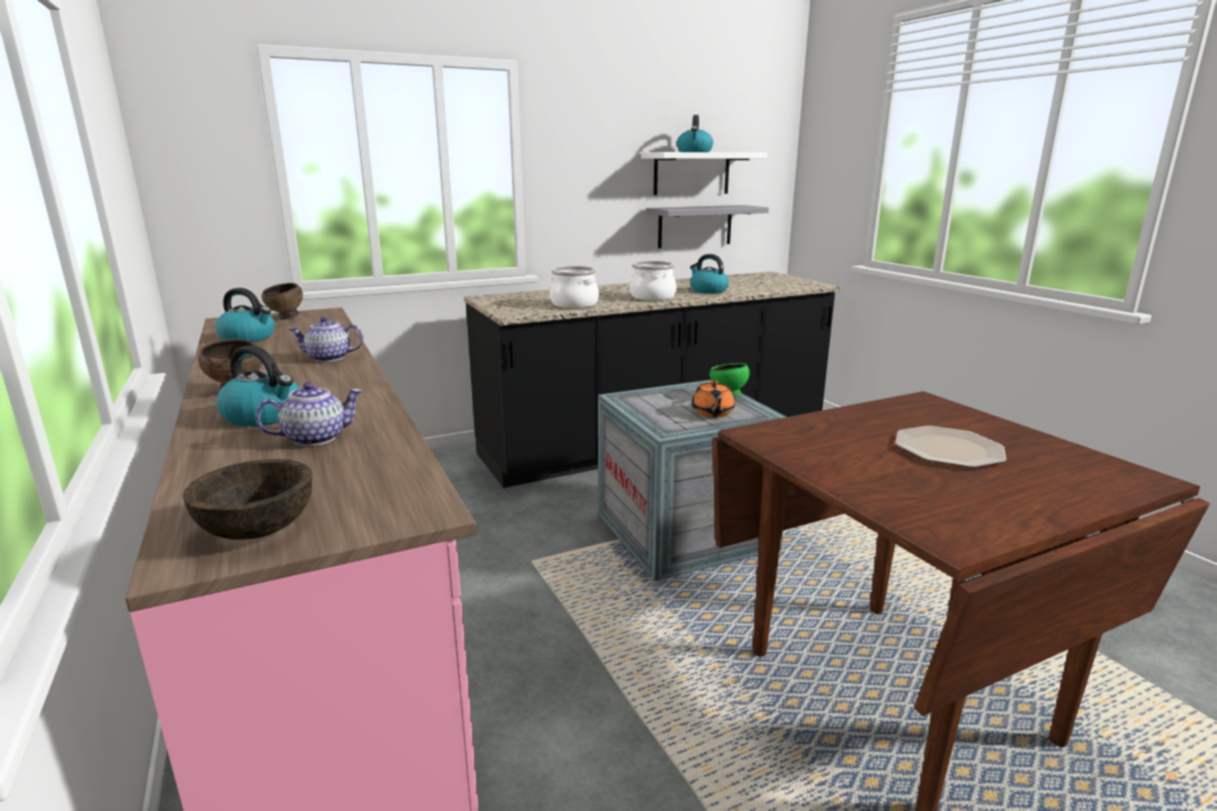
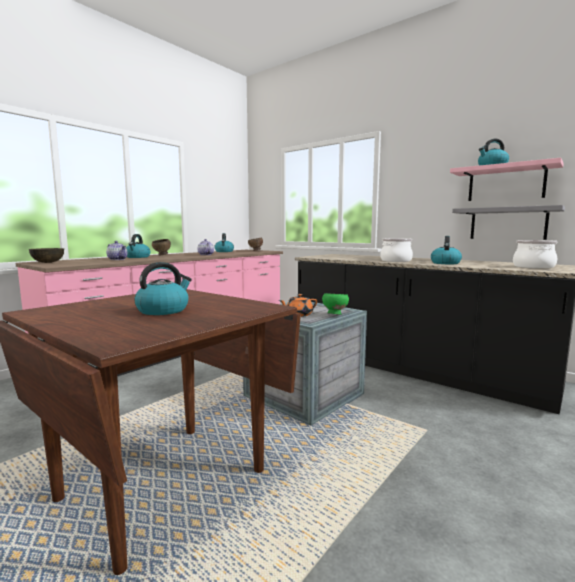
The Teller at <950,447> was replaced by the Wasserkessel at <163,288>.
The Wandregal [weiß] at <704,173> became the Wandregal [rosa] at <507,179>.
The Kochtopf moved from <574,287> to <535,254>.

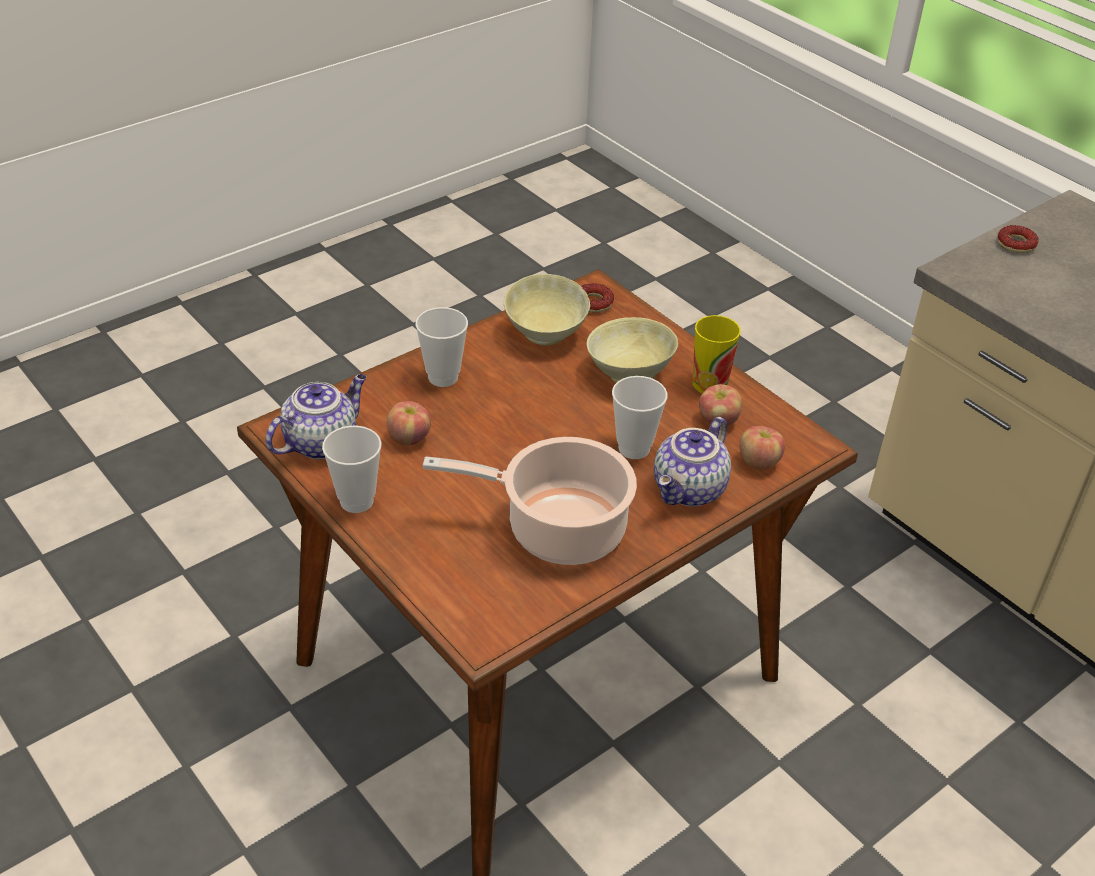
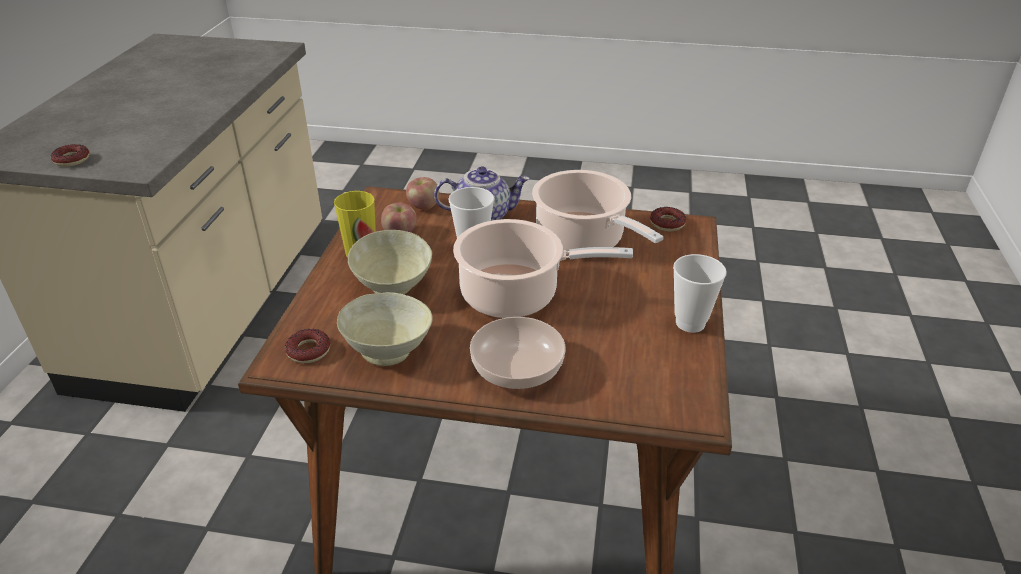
The Kochtopf at <543,268> appeared.
The Tasse at <441,347> was replaced by the Schüssel at <517,353>.
The Donut at <668,219> appeared.
The Teekanne at <316,416> disappeared.
The Apfel at <409,423> disappeared.

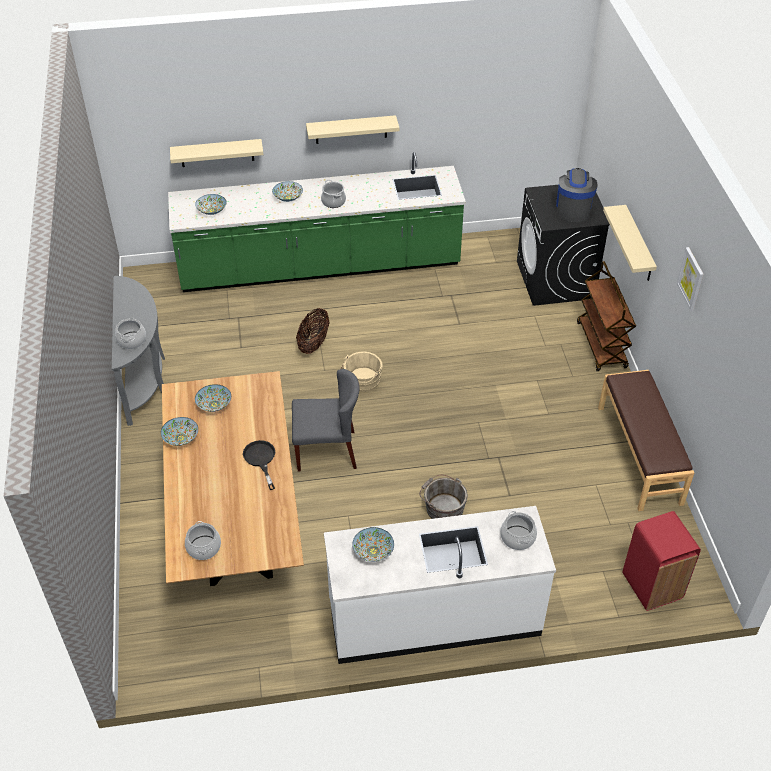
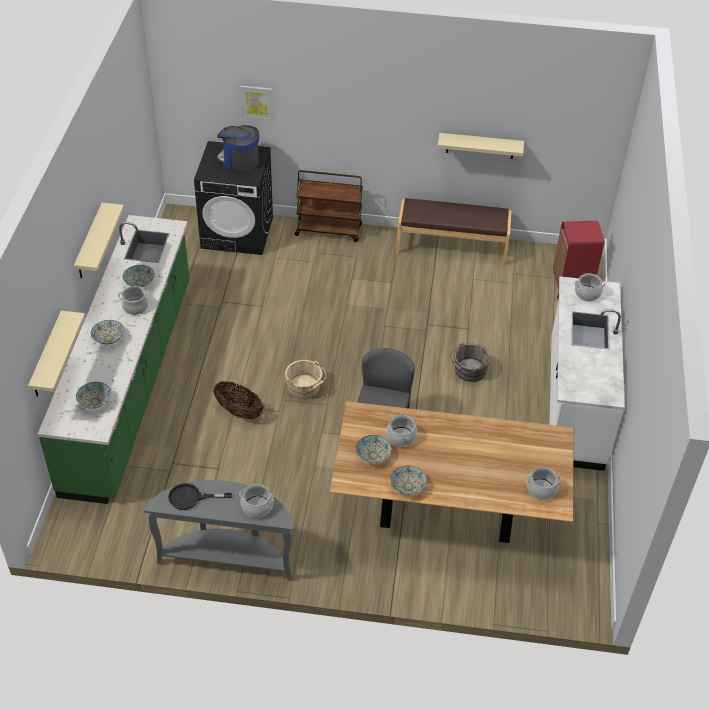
The Schüssel moved from <373,544> to <139,276>.
The Pfanne [schwarz] moved from <259,465> to <200,496>.
The Bild moved from <690,279> to <256,103>.
The Kochtopf at <402,430> appeared.
The Wandregal [beige] moved from <630,243> to <480,146>.

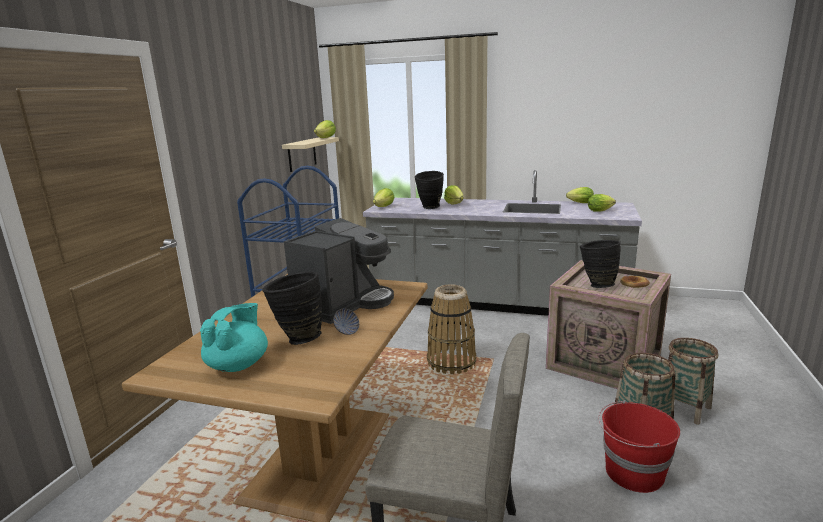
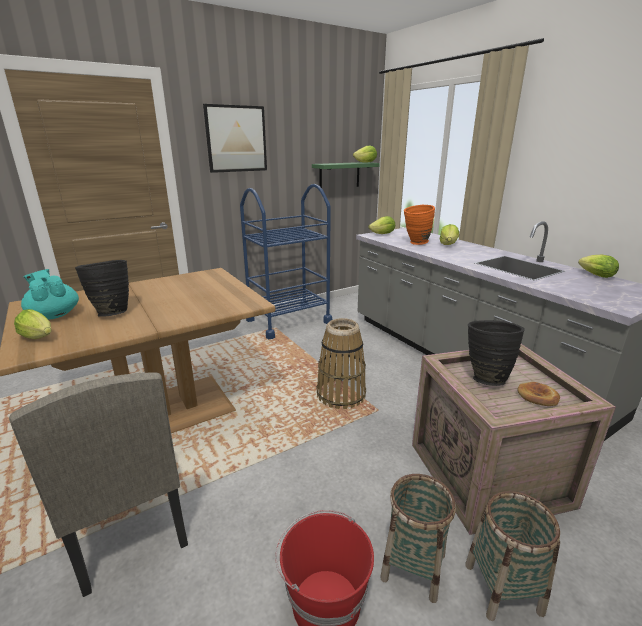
The Salatkopf moved from <602,203> to <33,324>.
The Teekanne [türkis] at <234,337> turned 105 degrees counterclockwise.
The Bild at <235,138> appeared.
The Wandregal [beige] at <310,154> became the Wandregal [grün] at <346,175>.
The Vase [schwarz] at <429,190> became the Vase [orange] at <419,225>.
The Kaffeemaschine at <339,271> disappeared.
The Schüssel at <346,322> disappeared.

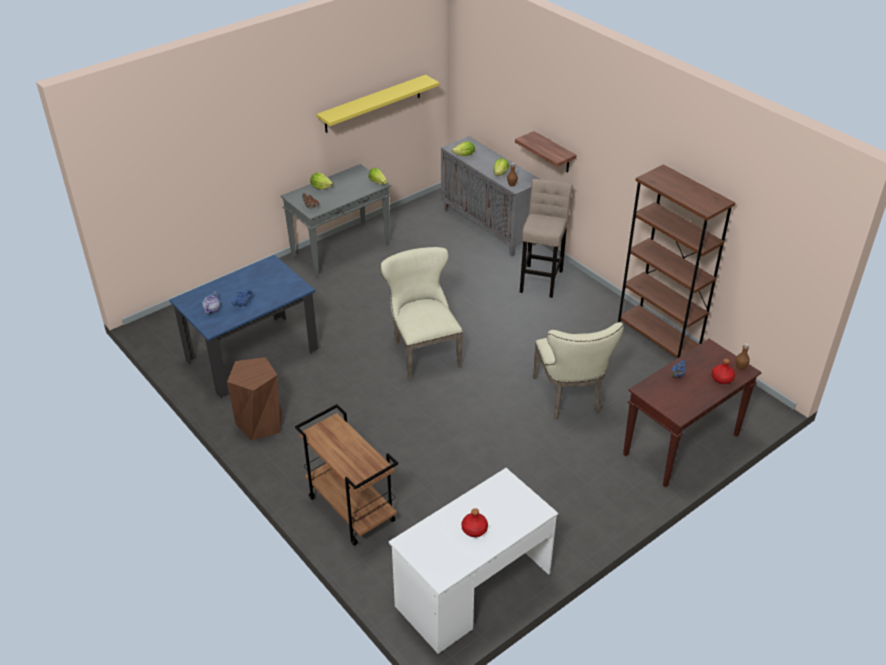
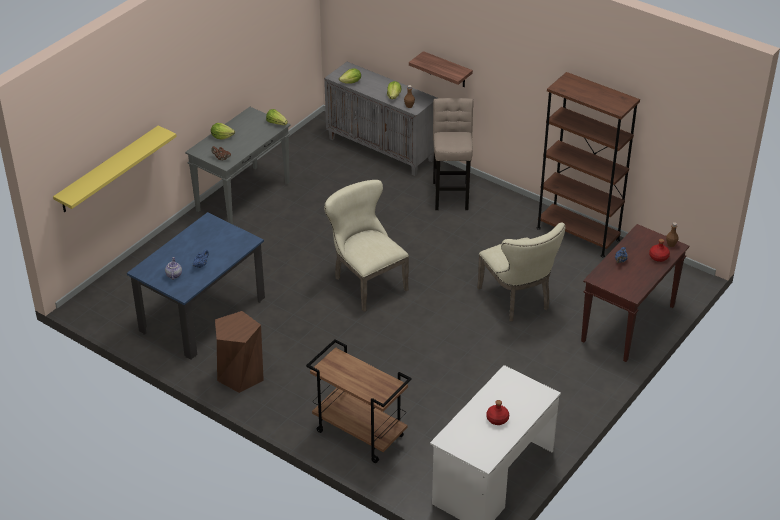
The Wandregal [gelb] moved from <377,104> to <115,169>.

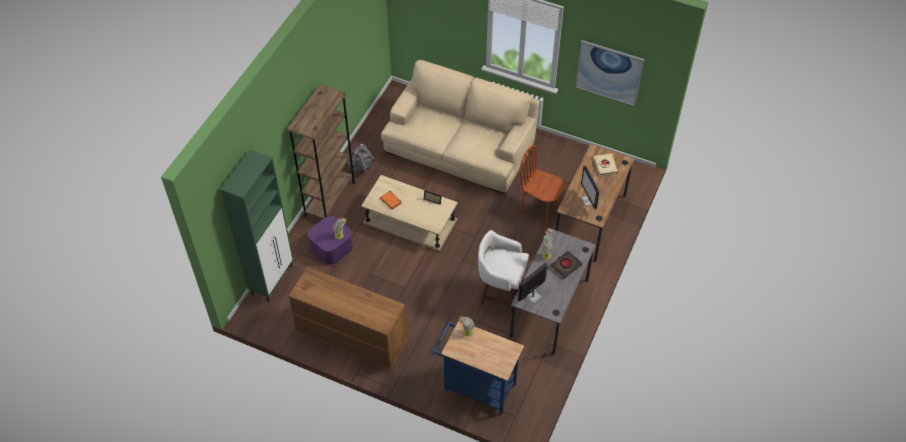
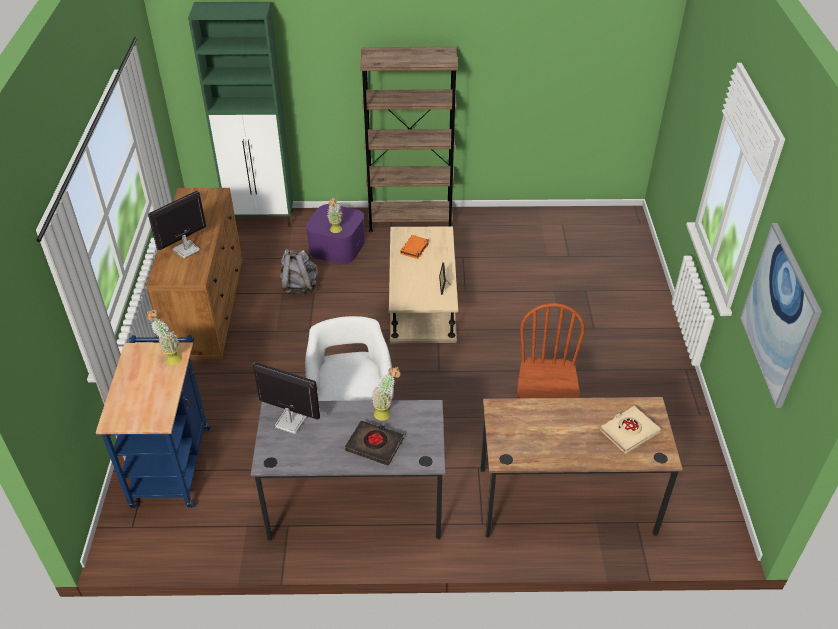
The Monitor moved from <590,187> to <177,224>.
The Rucksack [grau] moved from <361,159> to <299,271>.
The Sofa [beige] at <460,127> disappeared.

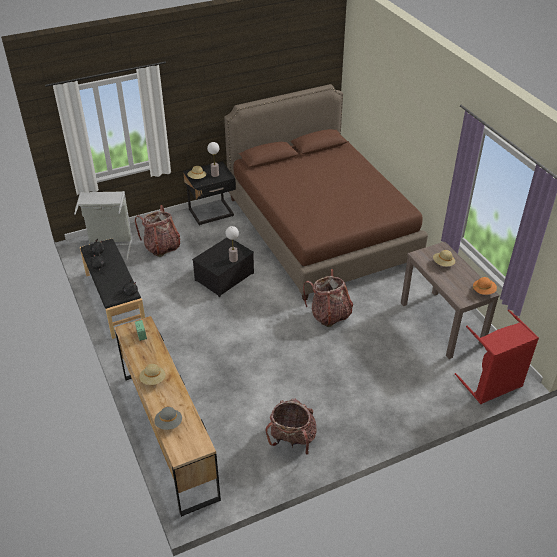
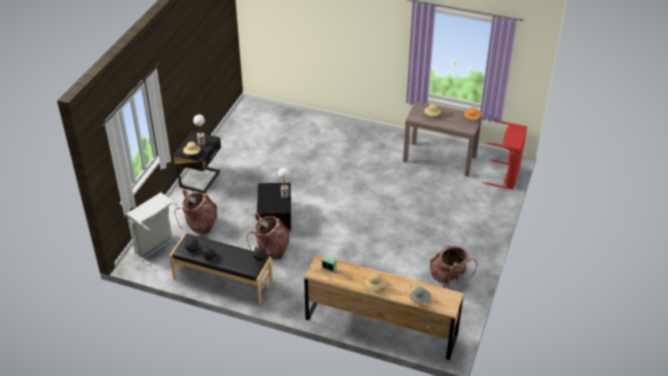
The Rucksack moved from <328,298> to <268,236>.
The Bett [braun] at <326,192> disappeared.

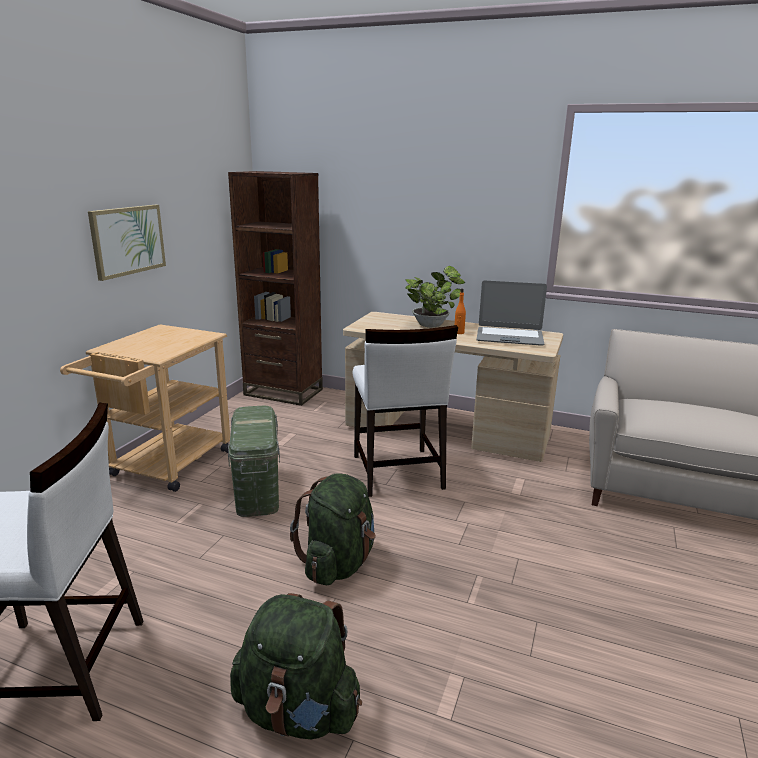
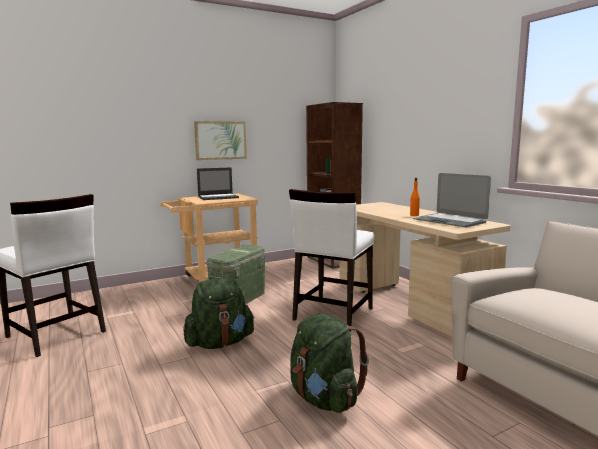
The Laptop at <218,183> appeared.
The Rucksack [grün] moved from <296,666> to <329,363>.
The Topfpflanze at <435,297> disappeared.

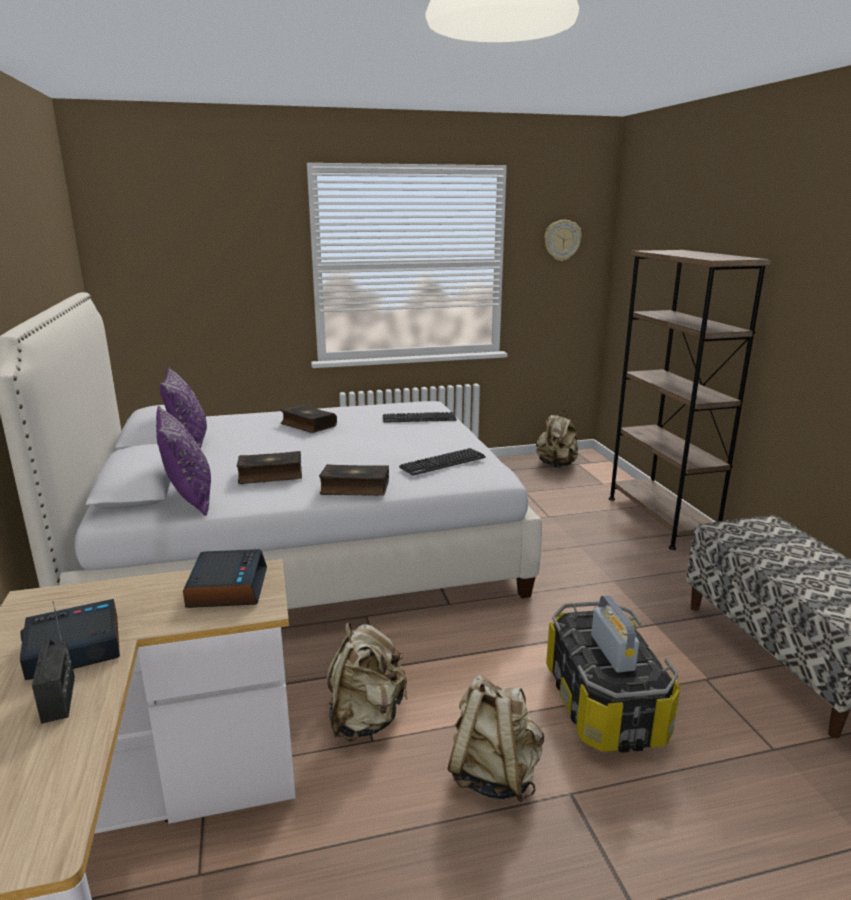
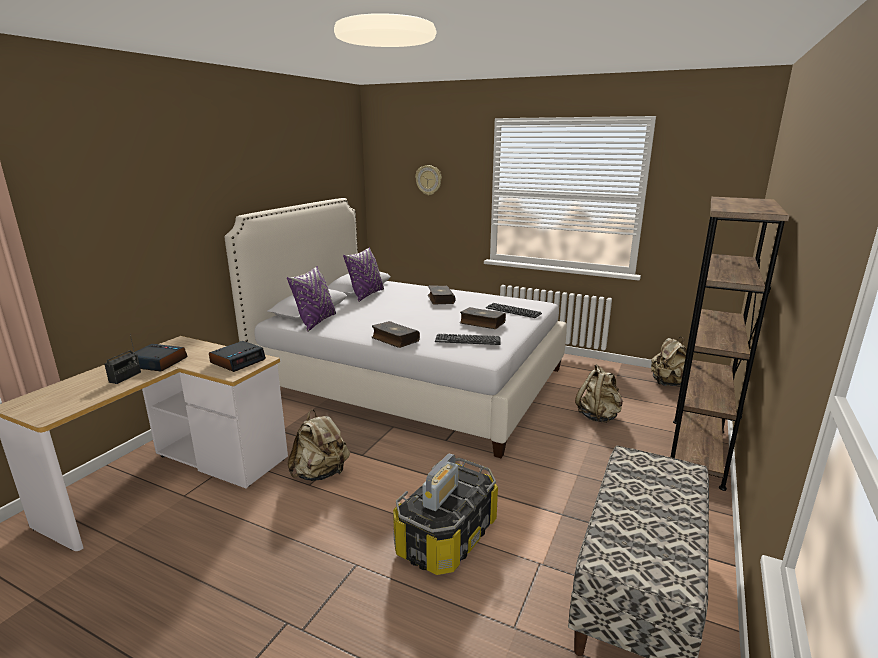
The Wanduhr moved from <563,240> to <428,180>.
The Buch moved from <269,467> to <483,318>.
The Rucksack [beige] moved from <496,738> to <599,393>.

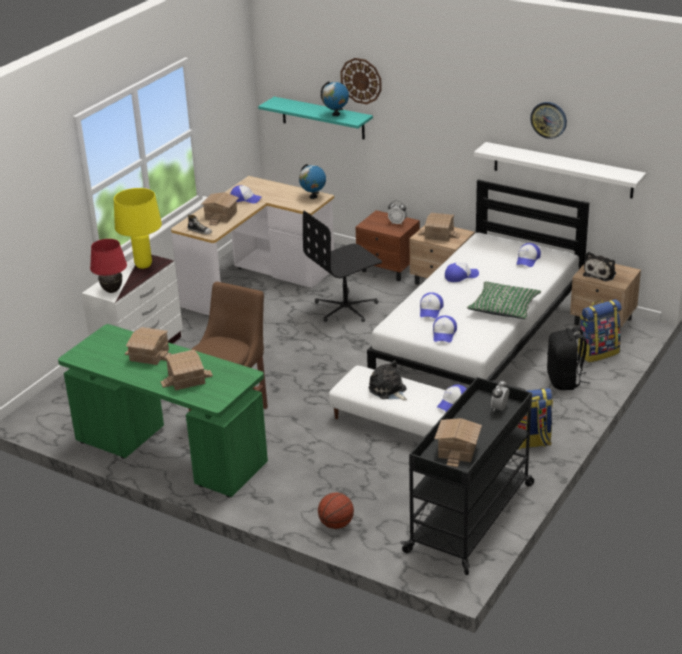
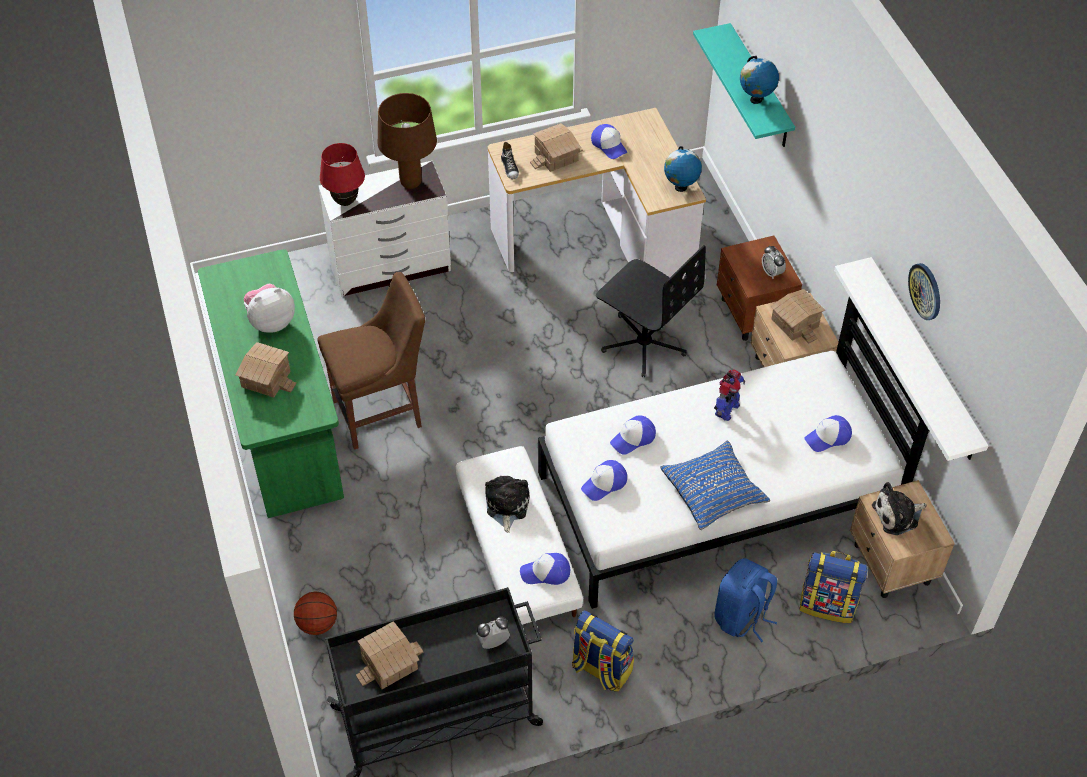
The Spielzeughaus at <148,346> was replaced by the Plüschtier at <269,308>.
The Tischlampe [gelb] at <138,228> became the Tischlampe [braun] at <407,141>.
The Bürostuhl [schwarz] at <342,266> turned 150 degrees counterclockwise.
The Kissen [grün] at <504,300> became the Kissen [blau] at <715,485>.
The Kappe at <462,272> was replaced by the Spielzeugroboter at <729,395>.
The Rucksack [schwarz] at <569,358> became the Rucksack [blau] at <745,600>.
The Wanduhr at <361,81> disappeared.

